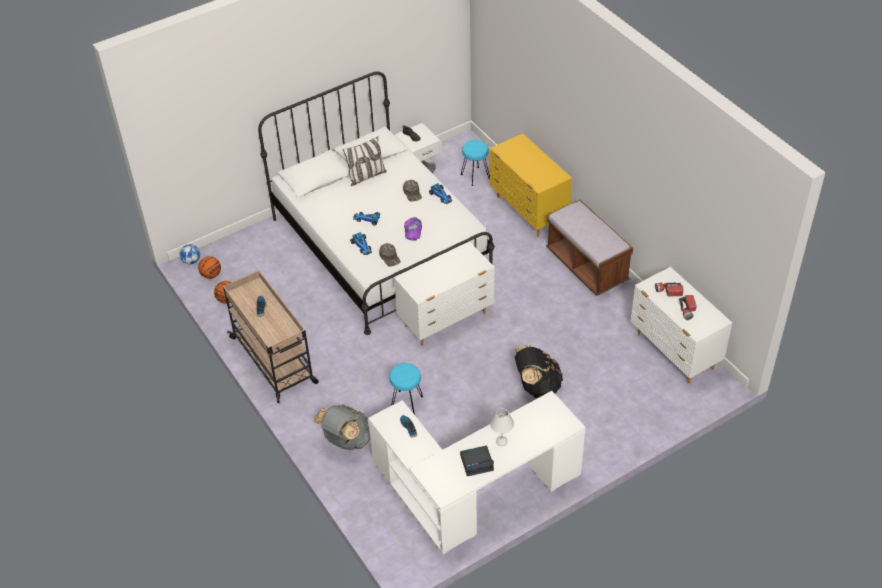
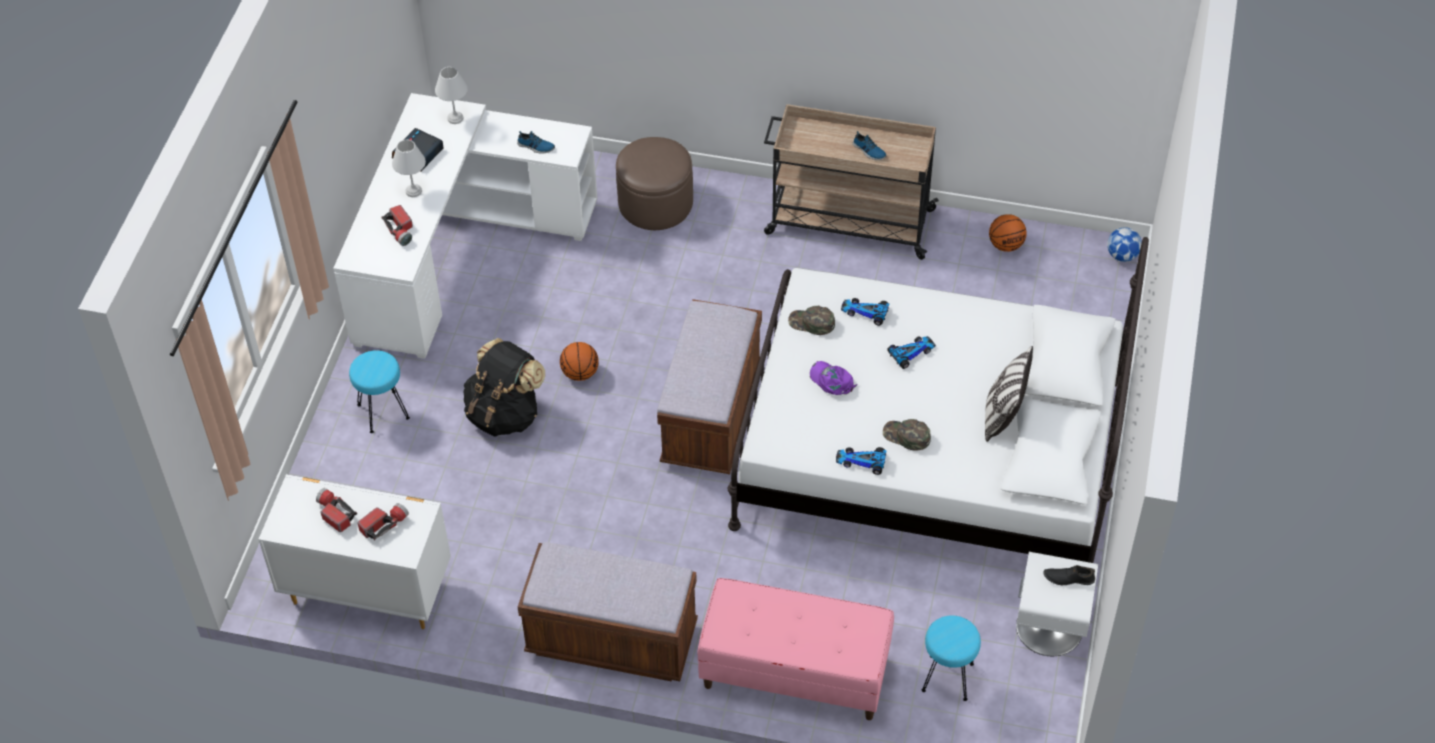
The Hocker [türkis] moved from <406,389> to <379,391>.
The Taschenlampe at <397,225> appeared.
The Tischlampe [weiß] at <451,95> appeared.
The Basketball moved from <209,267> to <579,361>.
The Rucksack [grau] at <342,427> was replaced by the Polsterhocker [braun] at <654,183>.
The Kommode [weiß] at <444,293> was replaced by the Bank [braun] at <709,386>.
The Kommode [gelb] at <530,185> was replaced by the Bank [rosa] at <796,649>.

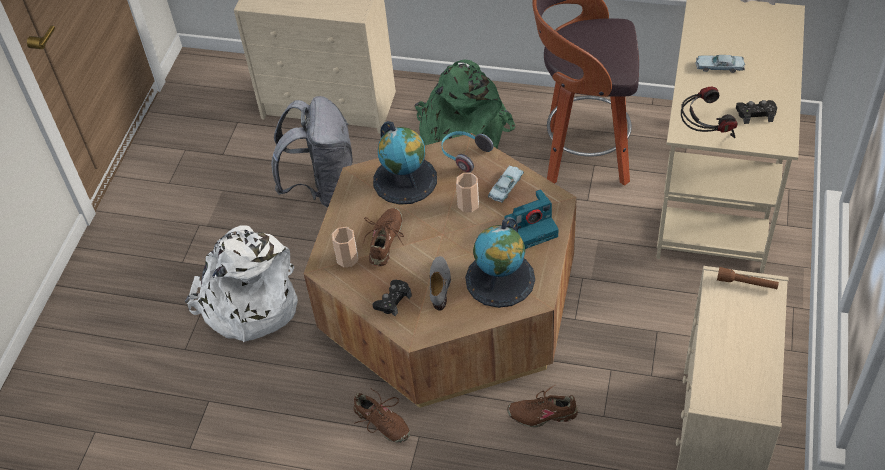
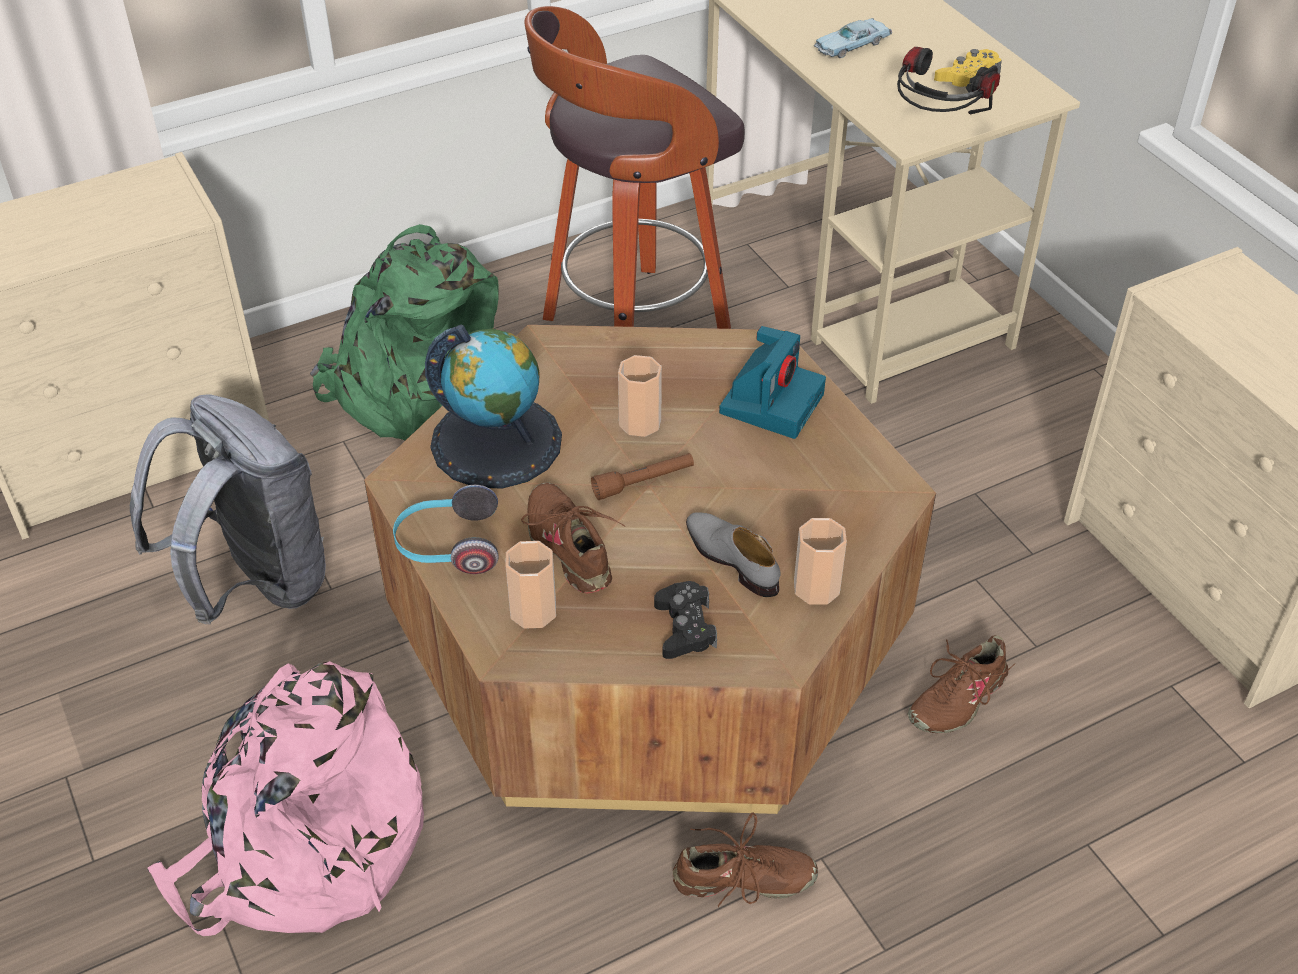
The Rucksack [weiß] at <241,284> became the Rucksack [rosa] at <285,798>.
The Kopfhörer moved from <467,151> to <445,529>.
The Taschenlampe [braun] moved from <748,278> to <642,476>.
The Tasse at <820,561> appeared.
The Gamepad [schwarz] at <756,112> became the Gamepad [gelb] at <968,71>.
The Globus at <500,262> disappeared.
The Spielzeugauto [blau] at <506,184> disappeared.

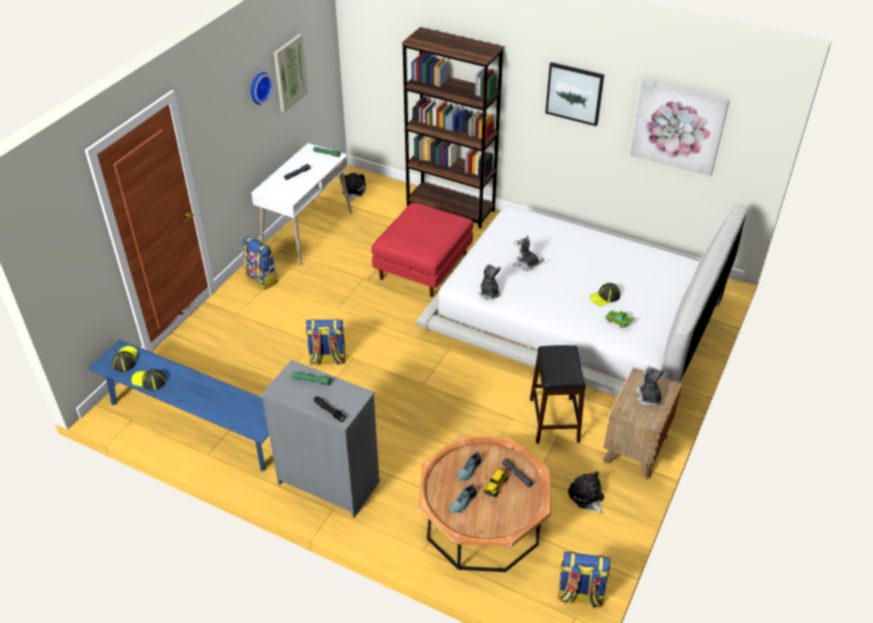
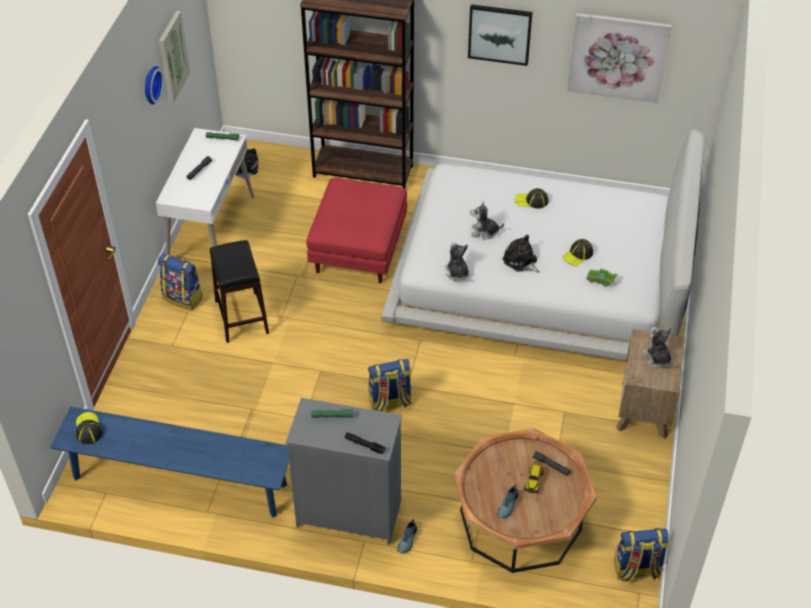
The Hocker [schwarz] moved from <557,394> to <239,291>.
The Rucksack moved from <326,342> to <390,385>.
The Schuh moved from <468,466> to <407,536>.
The Plüschtier moved from <586,492> to <521,254>.
The Kappe moved from <149,380> to <531,198>.

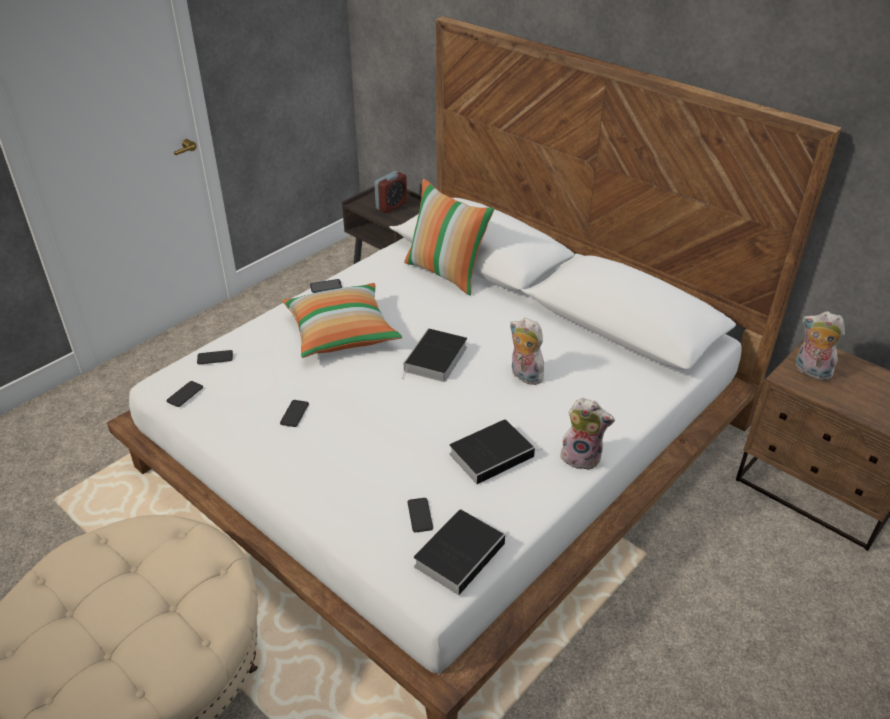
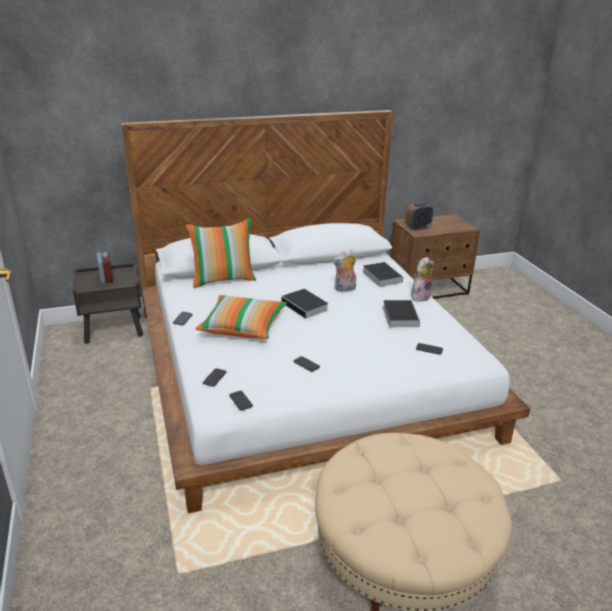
The Buch moved from <462,552> to <383,274>.
The Plüschtier at <820,345> was replaced by the Wecker at <419,216>.

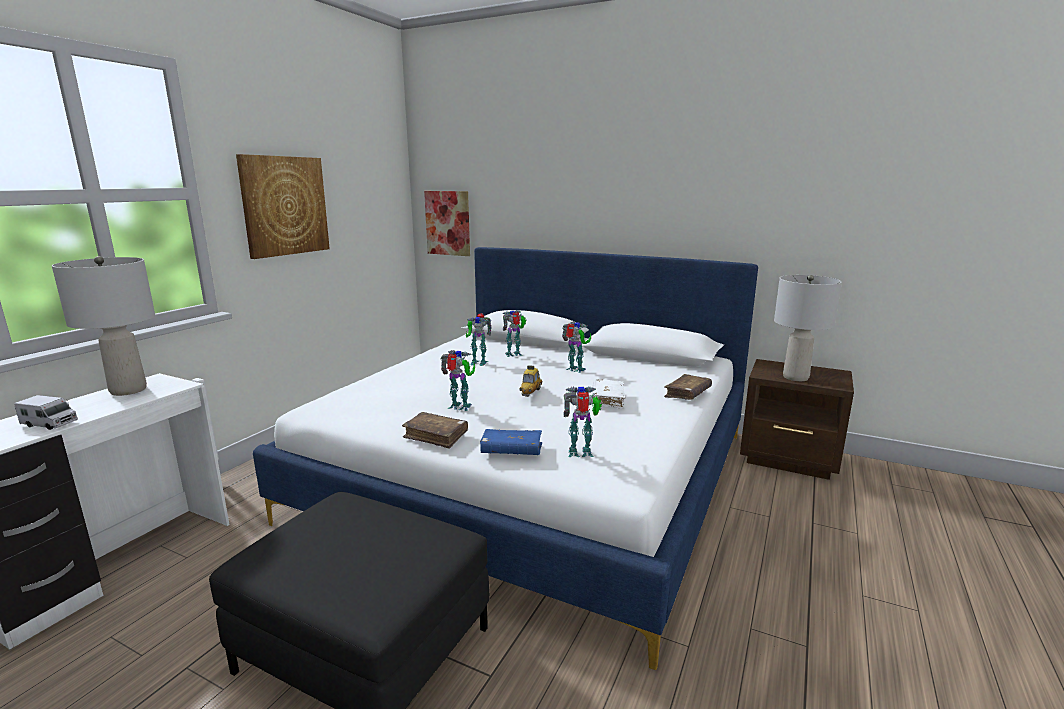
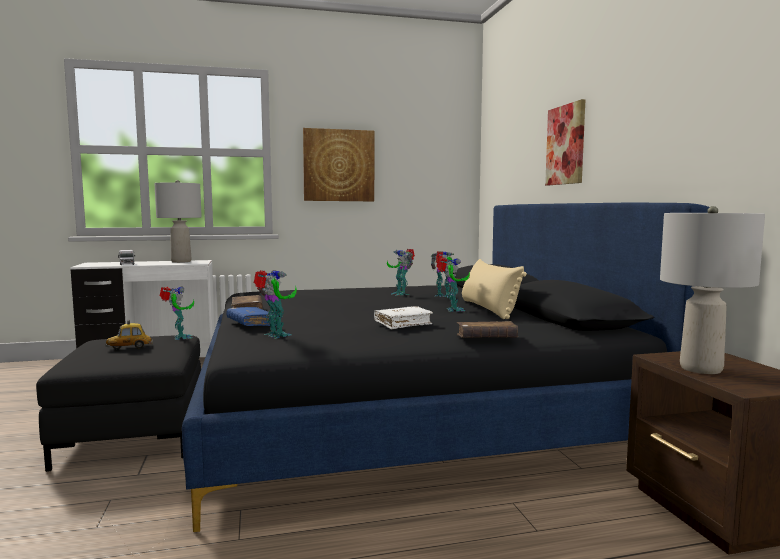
The Spielzeugauto moved from <530,381> to <129,334>.
The Spielzeugroboter moved from <457,380> to <177,313>.
The Bett [weiß] at <505,458> became the Bett [schwarz] at <445,367>.
The Kissen [beige] at <494,289> appeared.
The Bild moved from <447,223> to <565,142>.

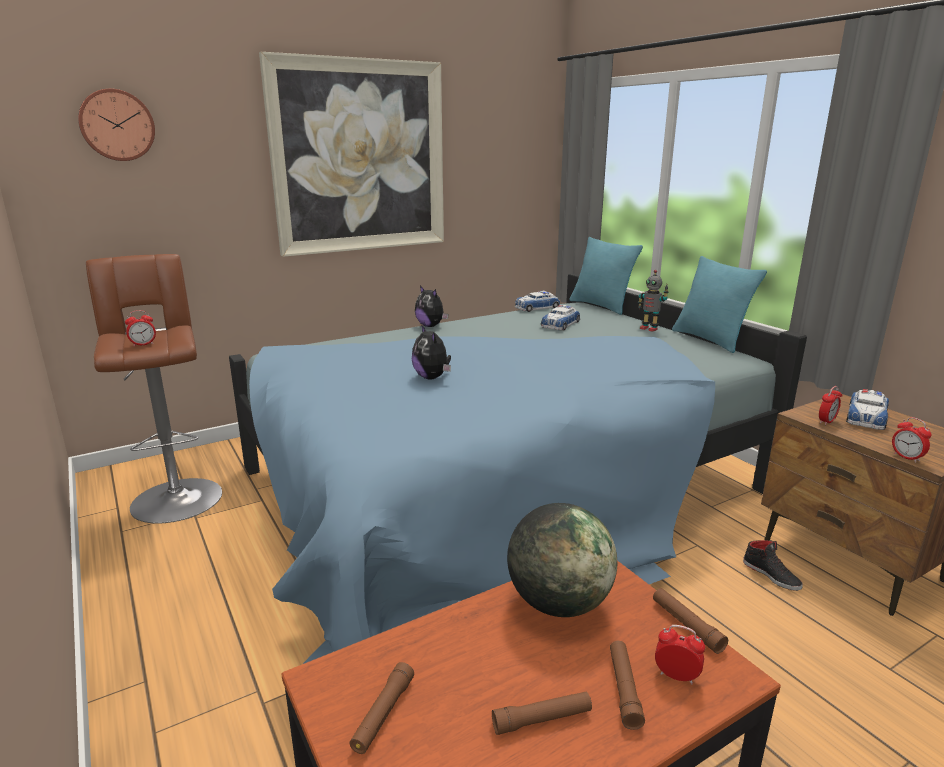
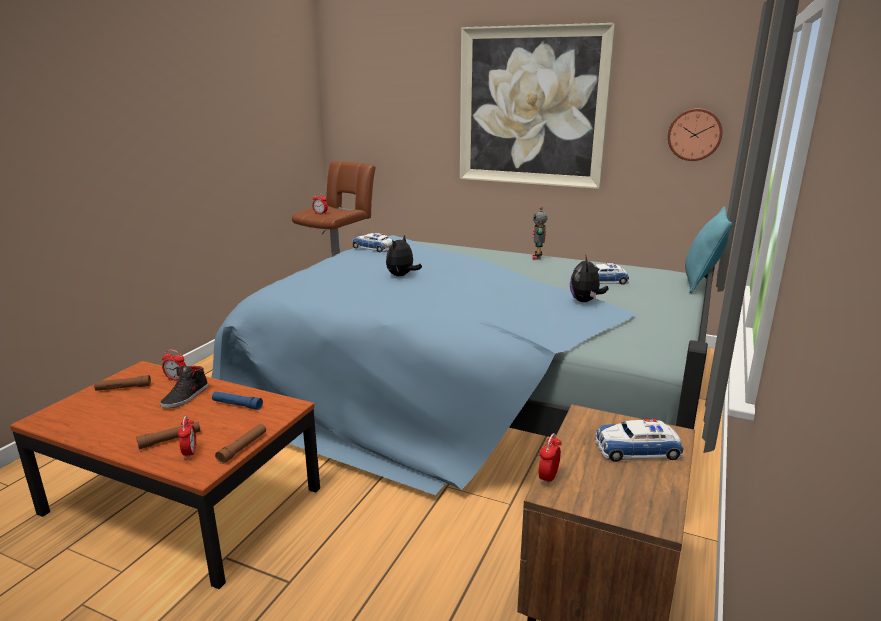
The Schuh [schwarz] moved from <773,565> to <184,387>.
The Wecker moved from <830,405> to <174,365>.
The Globus at <562,560> was replaced by the Taschenlampe [blau] at <237,400>.
The Spielzeugauto moved from <537,301> to <372,242>.
The Spielzeugroboter moved from <653,301> to <539,233>.
The Plüschtier moved from <431,306> to <589,279>.
The Wanduhr moved from <116,125> to <695,134>.
The Taschenlampe [braun] at <542,713> disappeared.
The Kissen [türkis] at <719,304> disappeared.

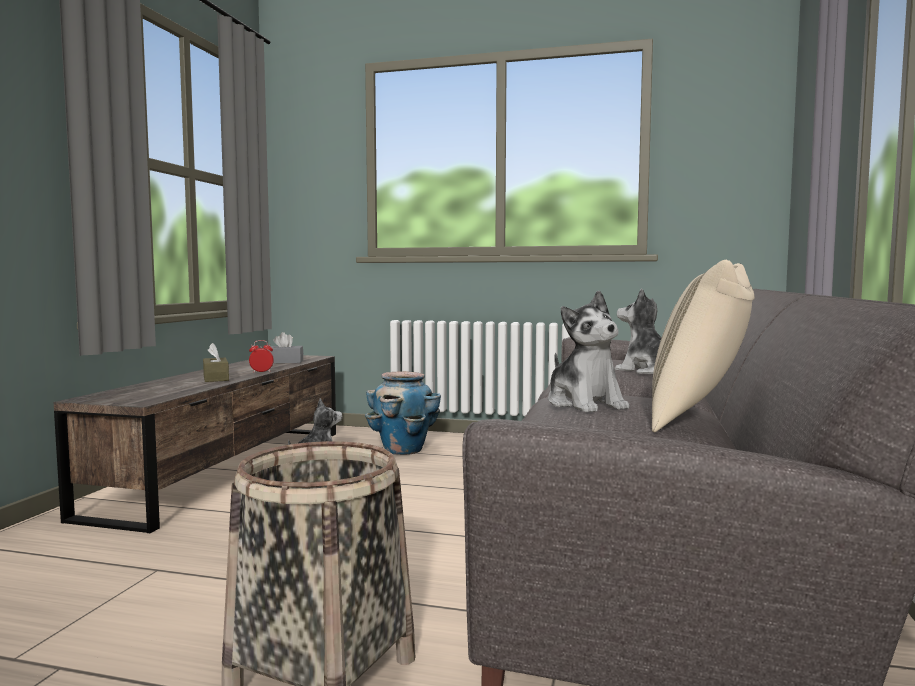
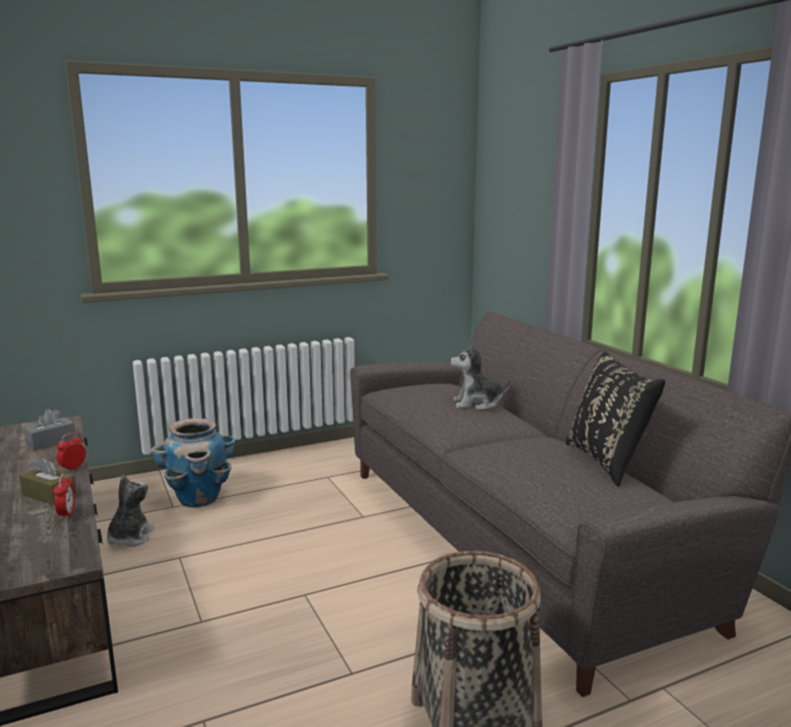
The Wecker at <64,496> appeared.
The Kissen [beige] at <703,346> became the Kissen [schwarz] at <615,418>.
The Plüschtier at <588,351> disappeared.

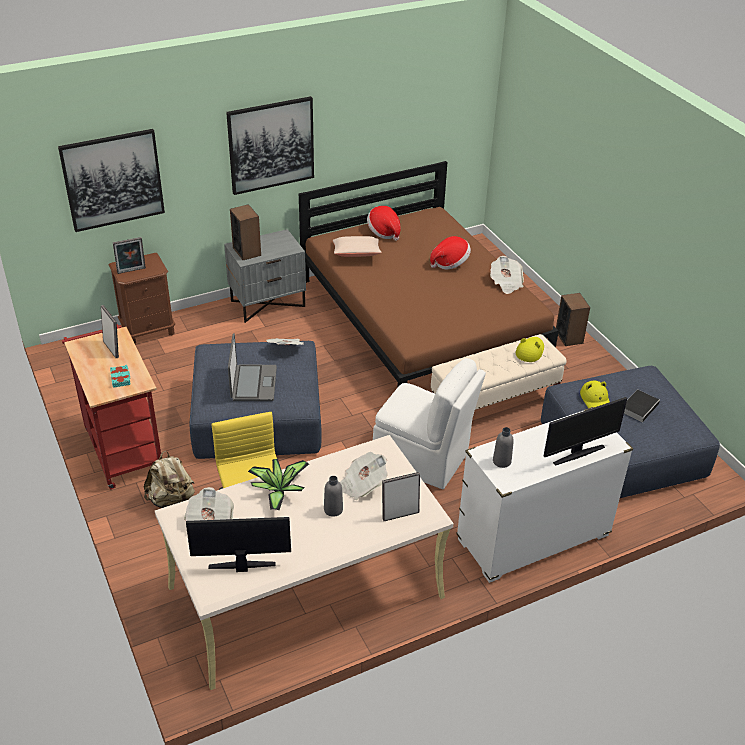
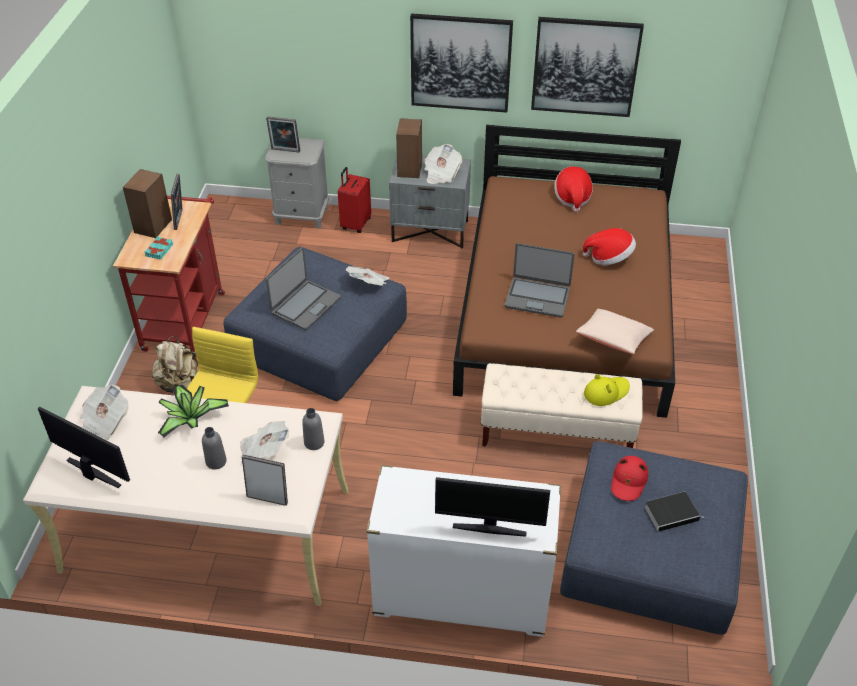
The Lautsprecher moved from <573,319> to <147,203>.
The Nachttisch [braun] at <142,298> became the Nachttisch [grau] at <297,183>.
The Flasche [grau] moved from <503,447> to <313,429>.
The Koffer [rot] at <354,200> appeared.
The Zeitung moved from <507,275> to <443,164>.
The Laptop at <539,280> appeared.
The Bild moved from <111,180> to <587,67>.
The Kissen [beige] moved from <357,246> to <615,331>.
The Hut [gelb] at <595,394> became the Hut [rot] at <629,478>.
The Stuhl [weiß] at <429,423> disappeared.

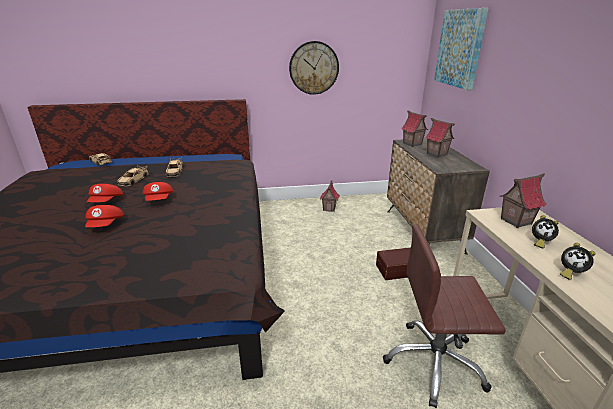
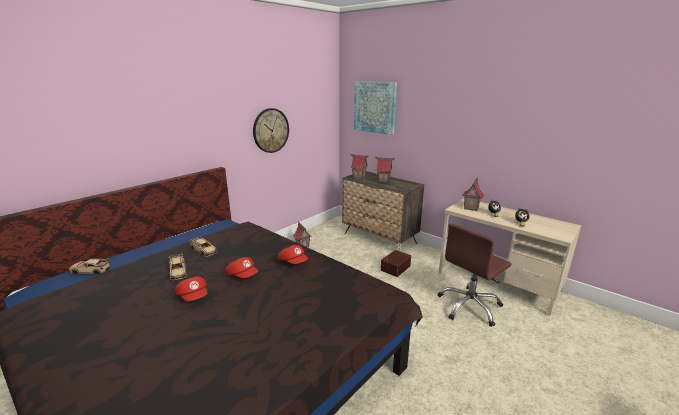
The Kappe [rot] moved from <104,216> to <292,254>.

